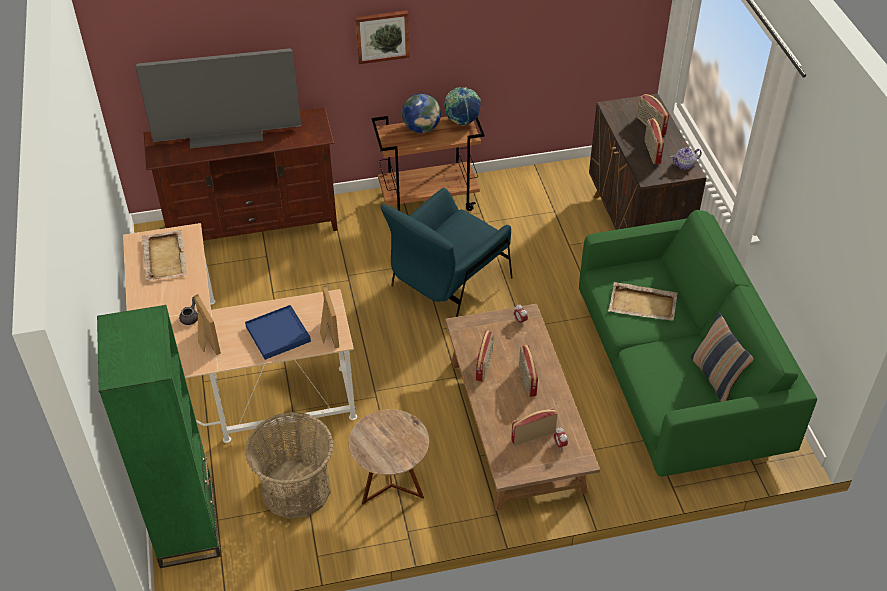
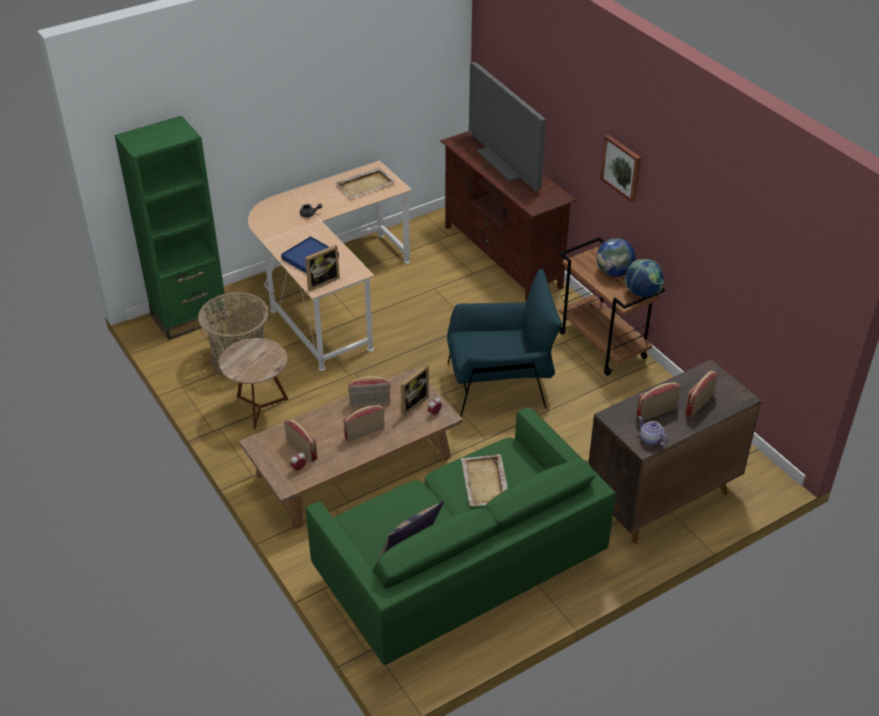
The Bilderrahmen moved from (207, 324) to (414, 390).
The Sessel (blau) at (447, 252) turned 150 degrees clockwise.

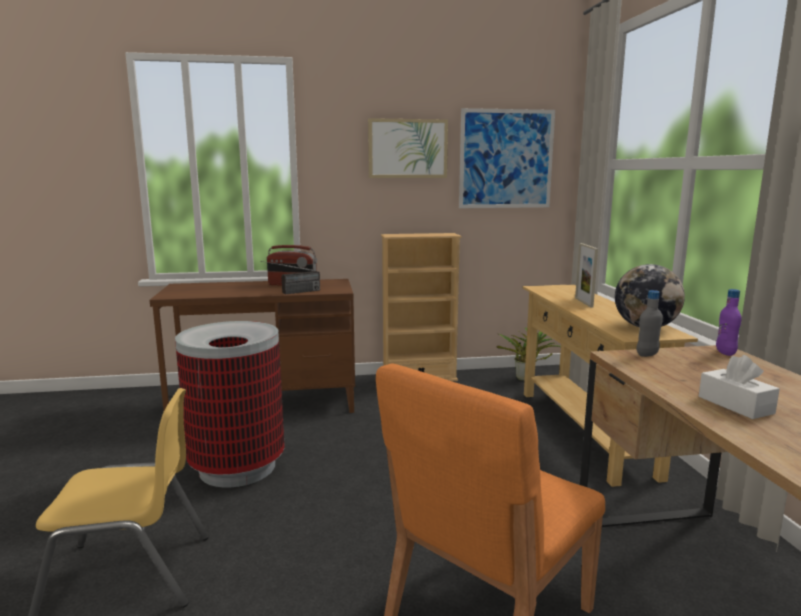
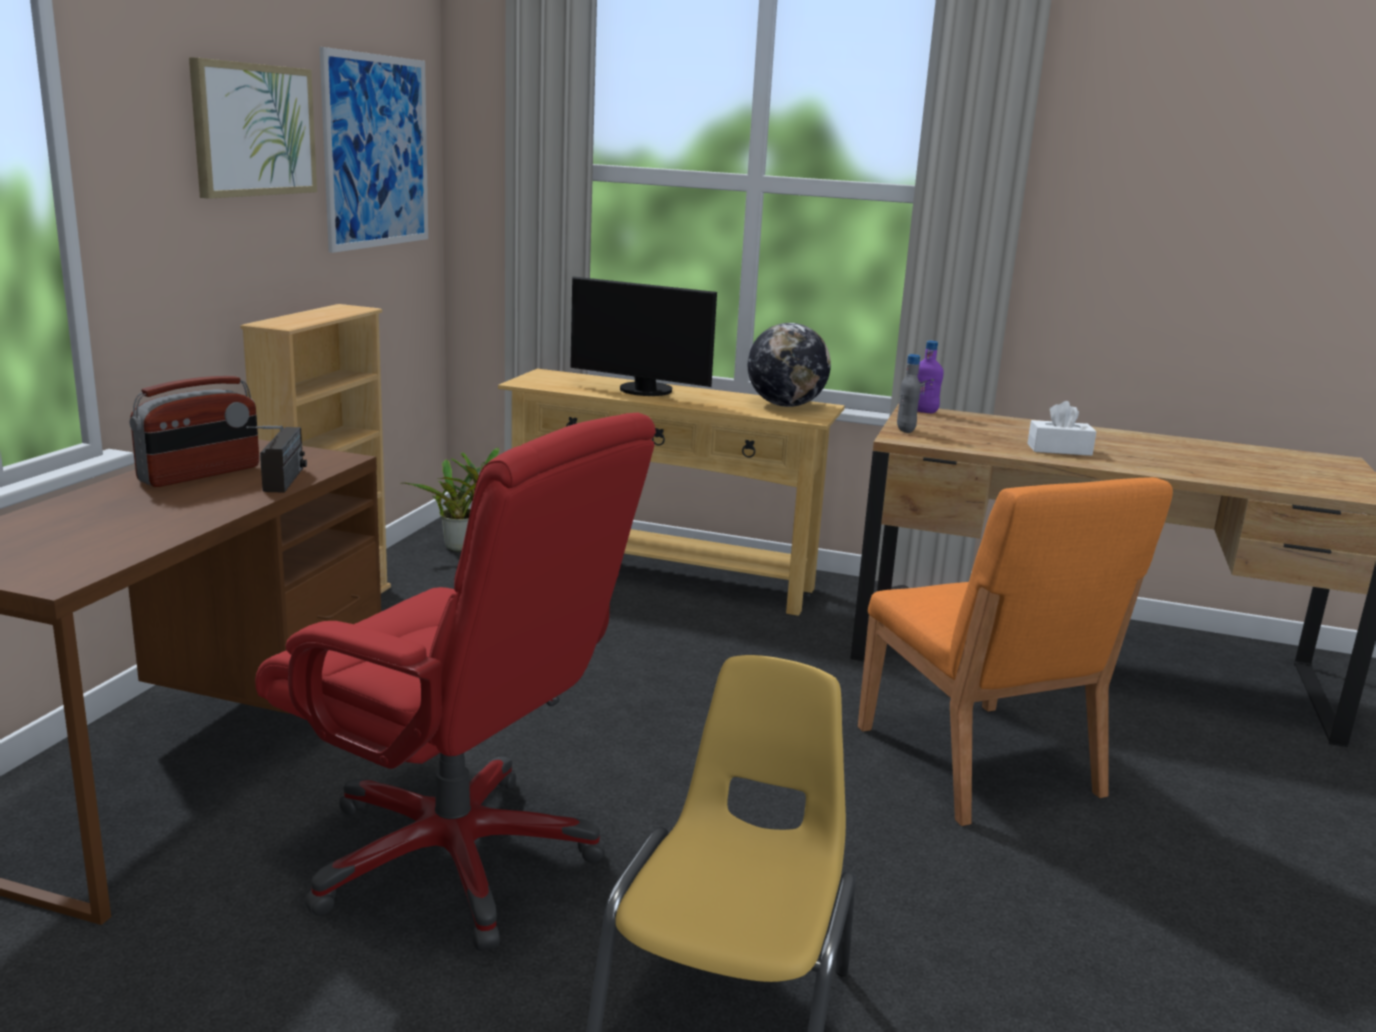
The Mülleimer at (229, 404) was replaced by the Bürostuhl (rot) at (455, 682).
The Bilderrahmen at (586, 275) was replaced by the Monitor at (643, 336).

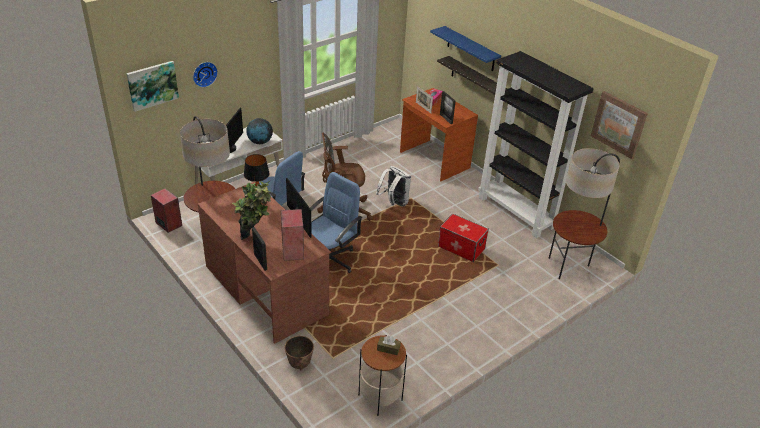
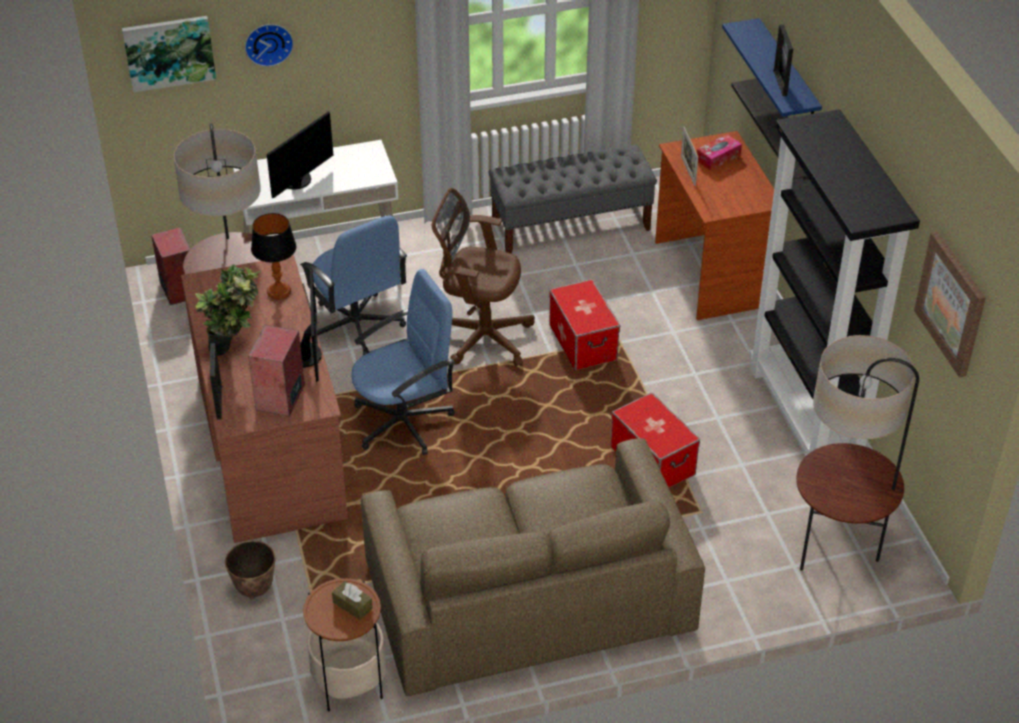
The Globus at (259, 131) disappeared.
The Sofa (braun) at (533, 567) appeared.
The Bank (grau) at (573, 199) appeared.
The Bilderrahmen moved from (448, 107) to (783, 60).
The Rucksack (weiß) at (393, 186) was replaced by the Aufbewahrungsbox at (584, 324).

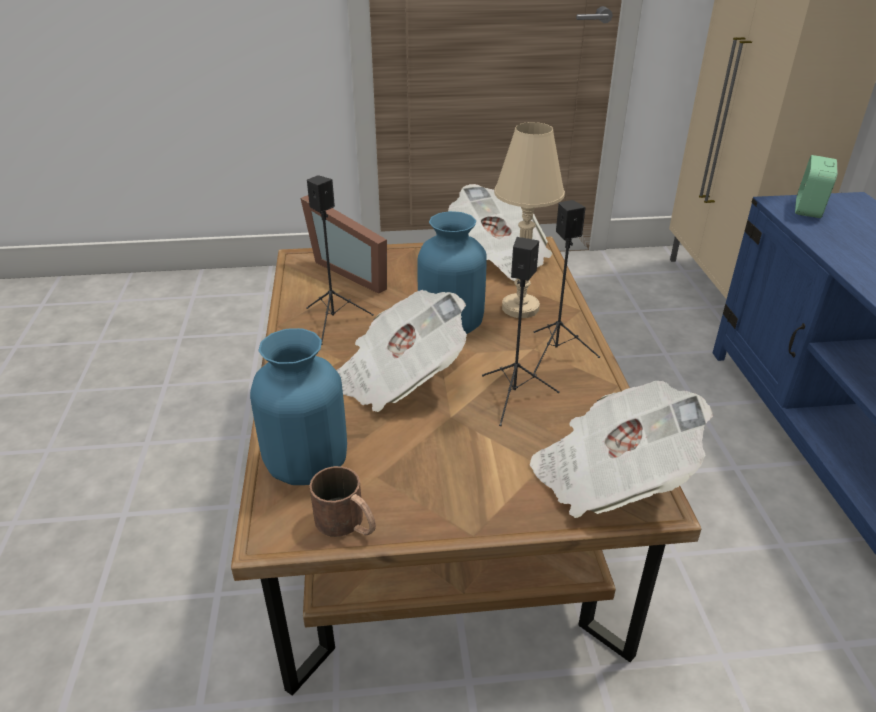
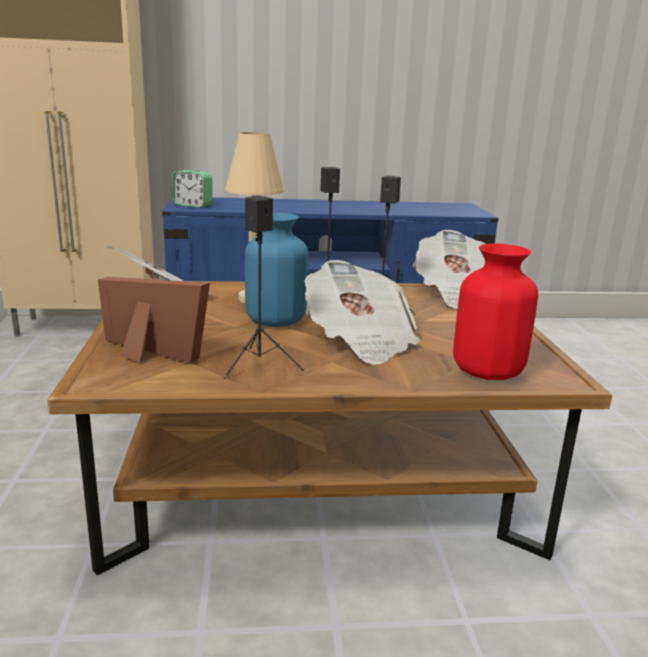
The Henkelbecher (braun) at (343, 501) disappeared.
The Vase (blau) at (298, 406) became the Vase (rot) at (495, 311).
The Bilderrahmen at (343, 244) turned 105 degrees counterclockwise.

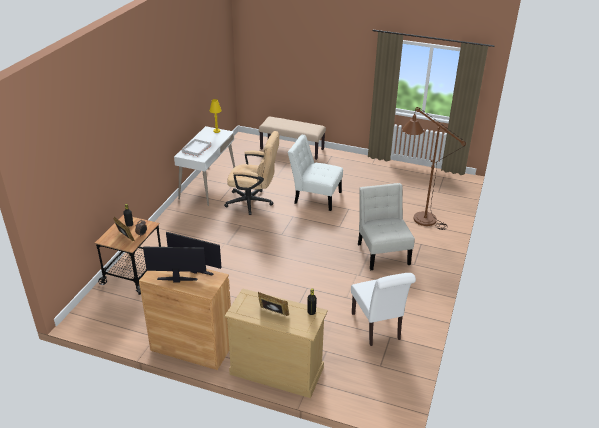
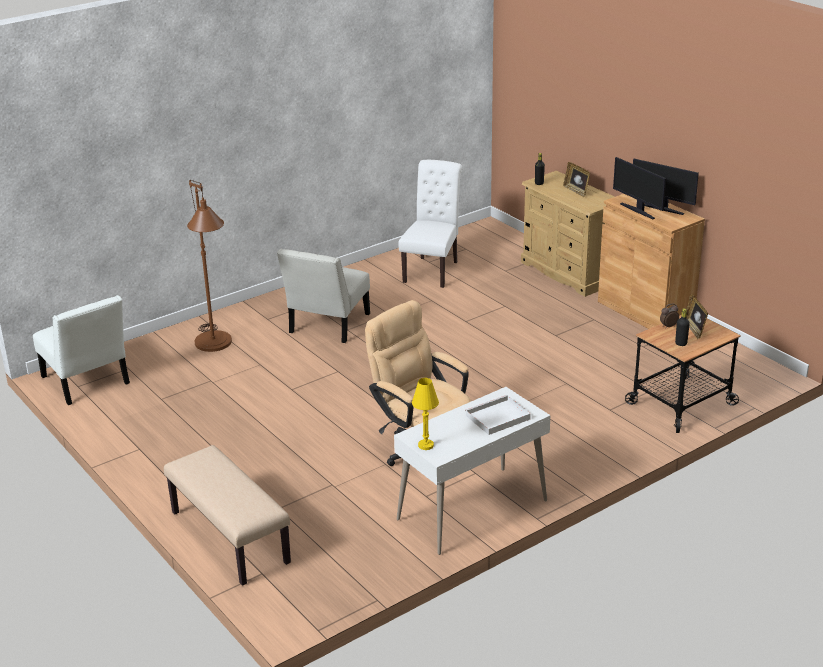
The Stuhl (weiß) moved from (315, 173) to (81, 350).

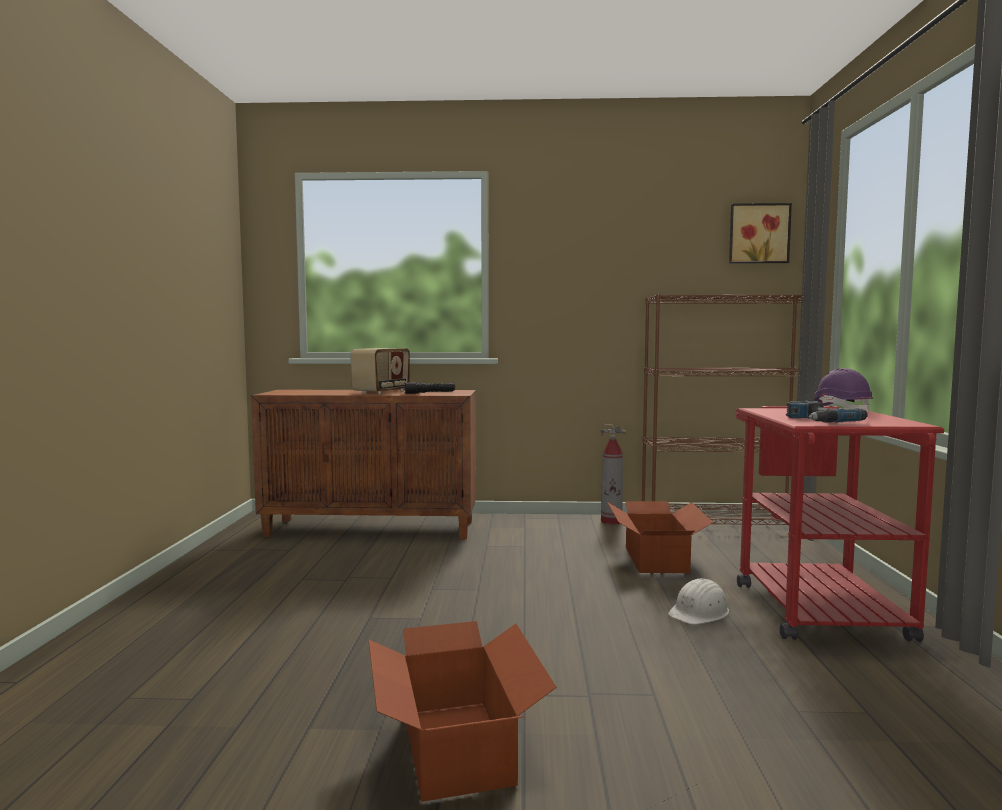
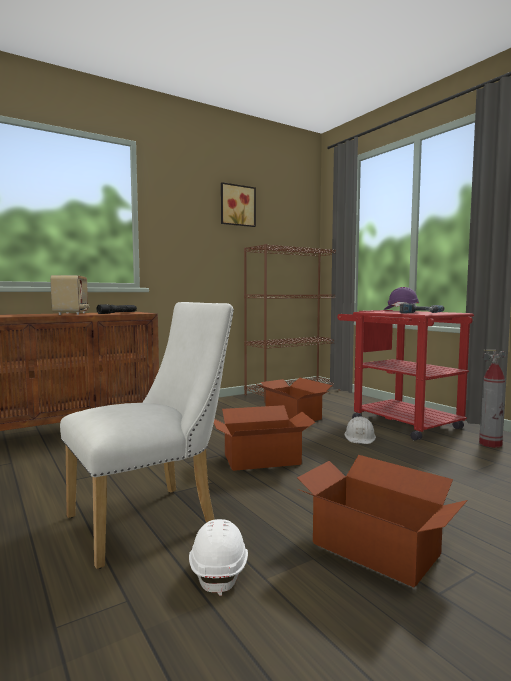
The Stuhl (weiß) at (147, 435) appeared.
The Schutzhelm (weiß) at (218, 557) appeared.
The Karton at (265, 438) appeared.
The Feuerlöscher moved from (613, 474) to (492, 399).
The Bild moved from (760, 233) to (238, 204).

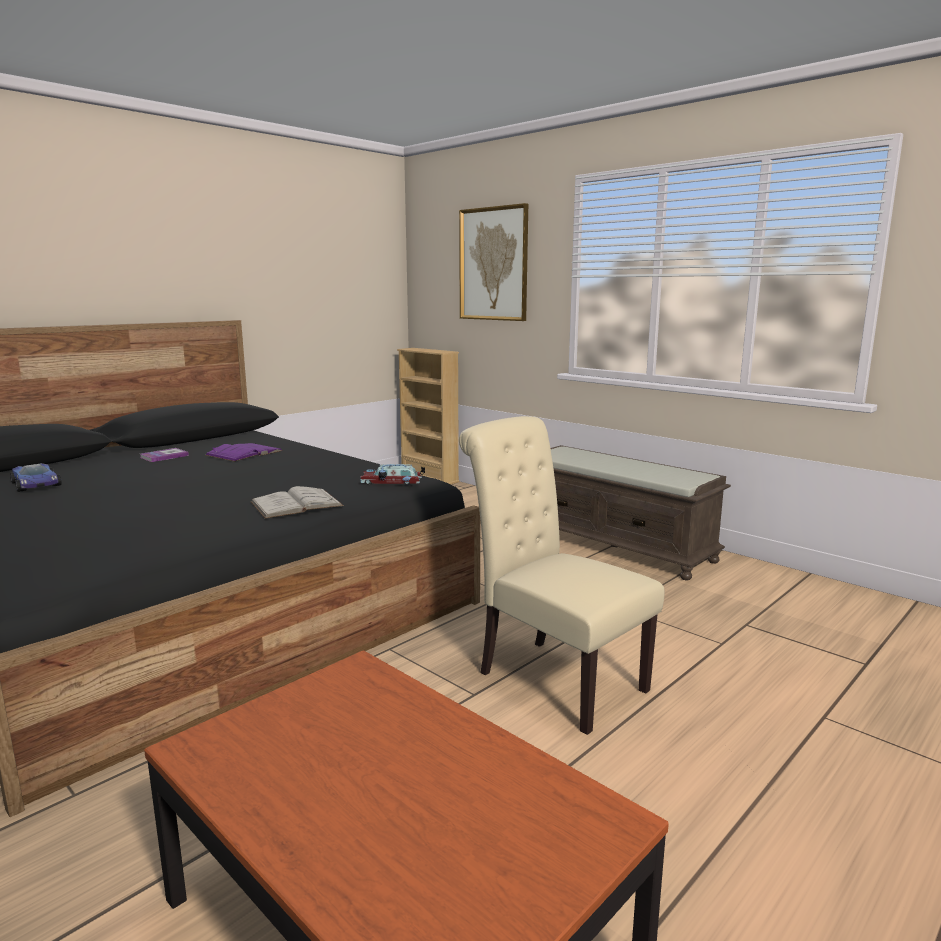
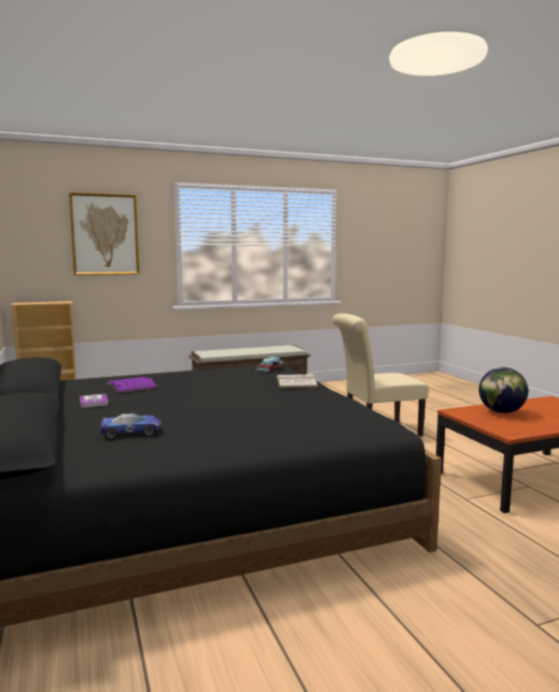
The Globus at (503, 390) appeared.

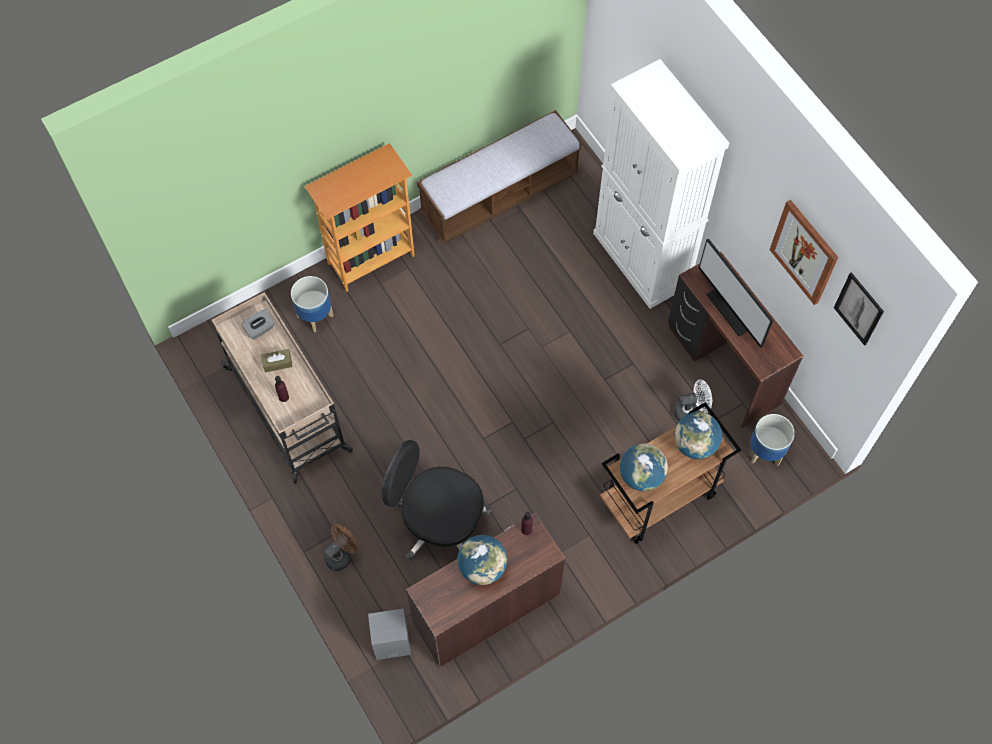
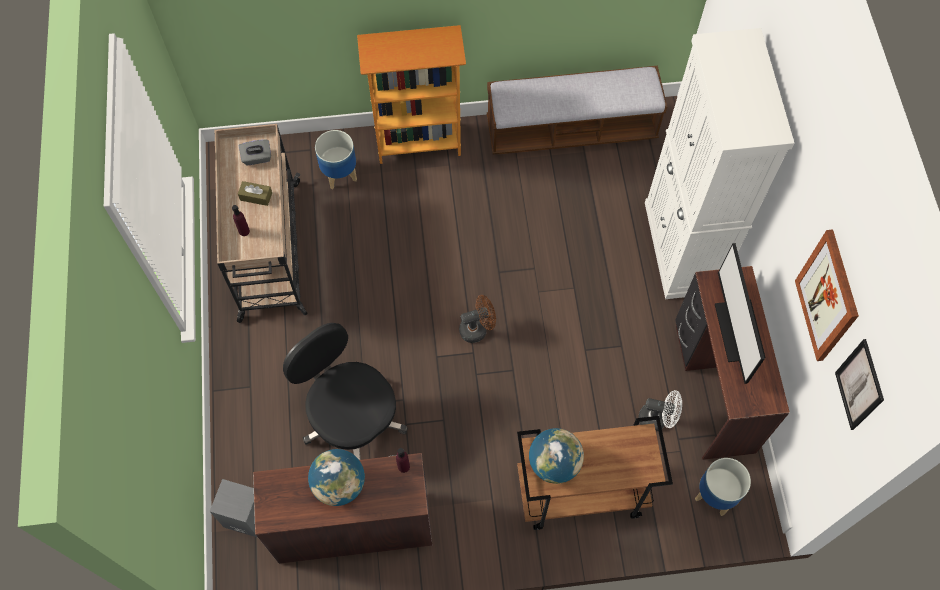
The Globus at (698, 435) disappeared.
The Ventilator (braun) moved from (340, 547) to (477, 319).

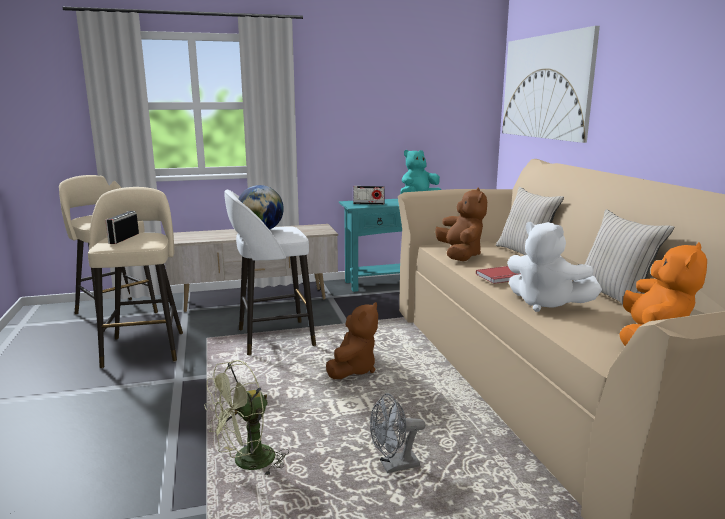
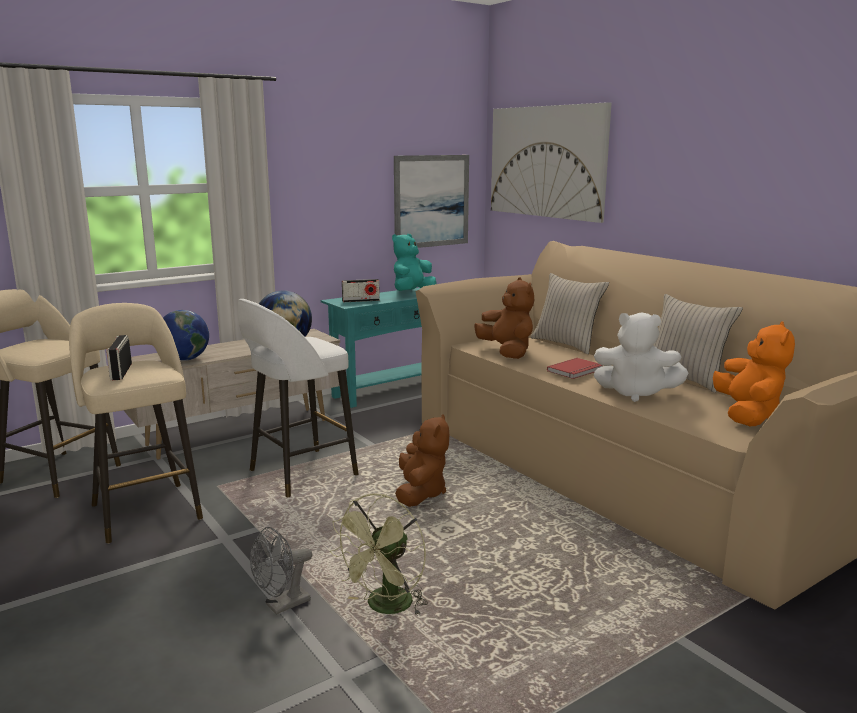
The Globus at (186, 335) appeared.
The Bild at (431, 201) appeared.
The Ventilator (grau) moved from (397, 433) to (281, 571).

